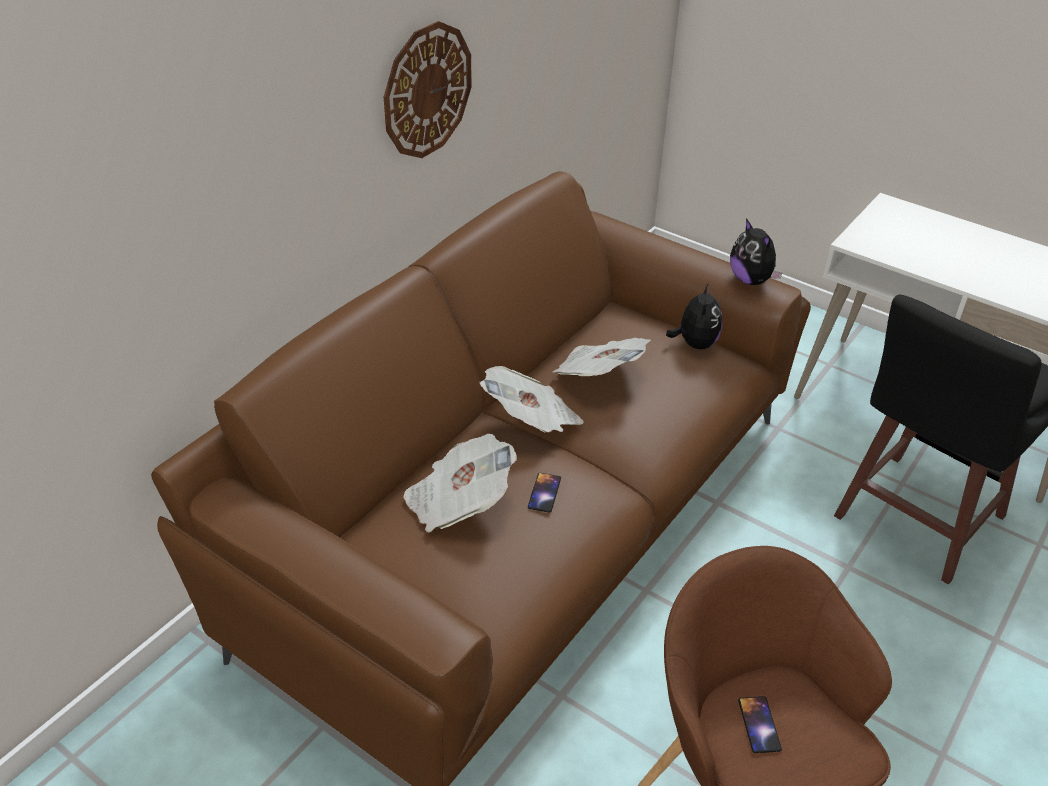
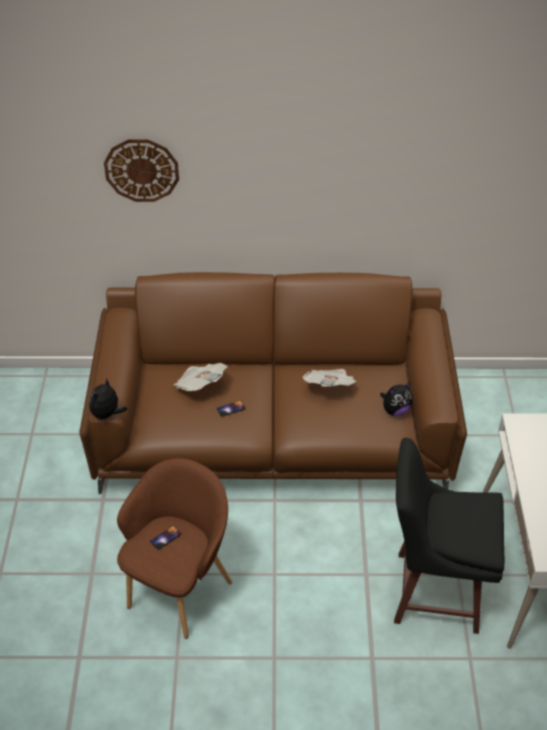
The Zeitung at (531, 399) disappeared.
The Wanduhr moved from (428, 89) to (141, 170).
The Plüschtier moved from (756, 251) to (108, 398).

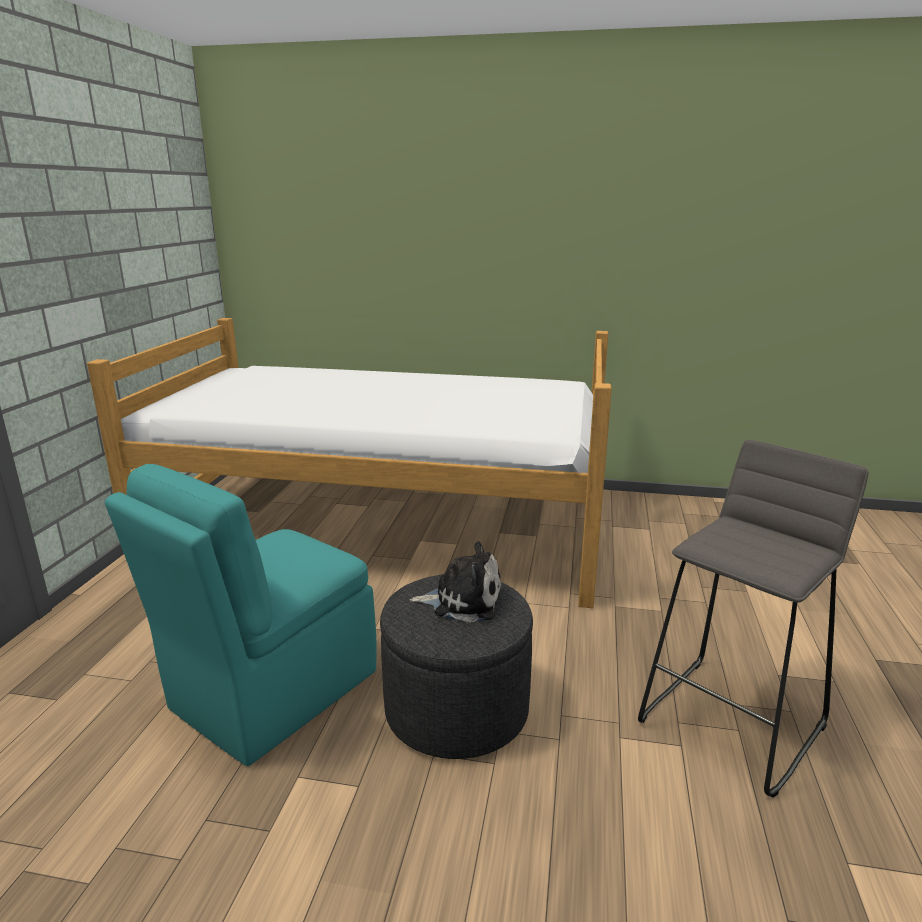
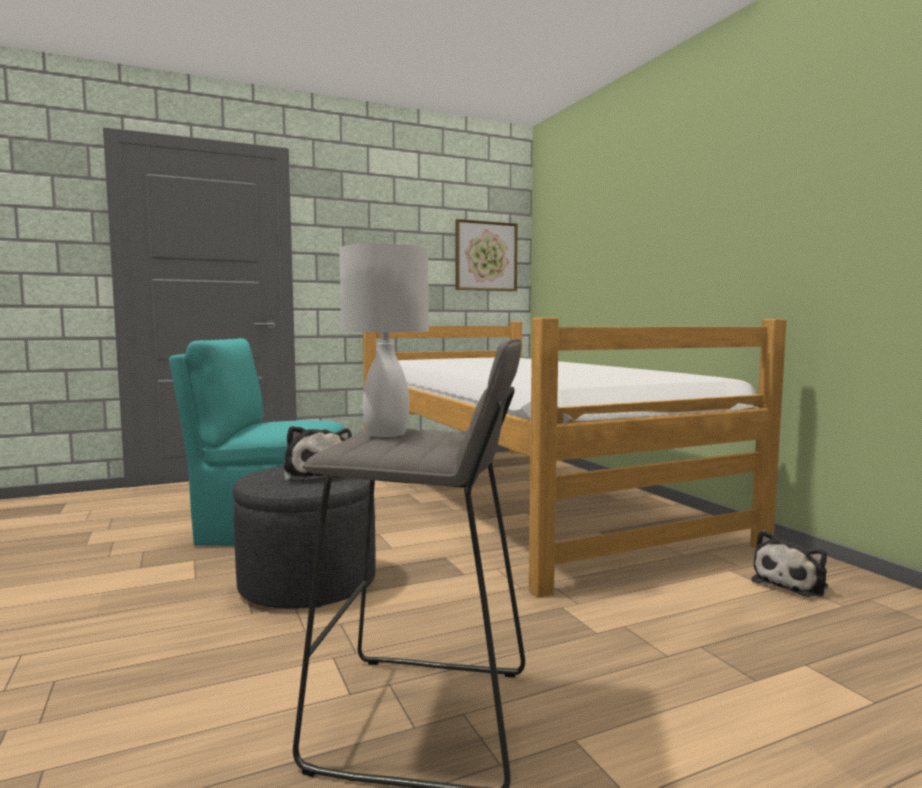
The Tischlampe (weiß) at (384, 340) appeared.
The Bild at (487, 255) appeared.
The Plüschtier at (789, 563) appeared.

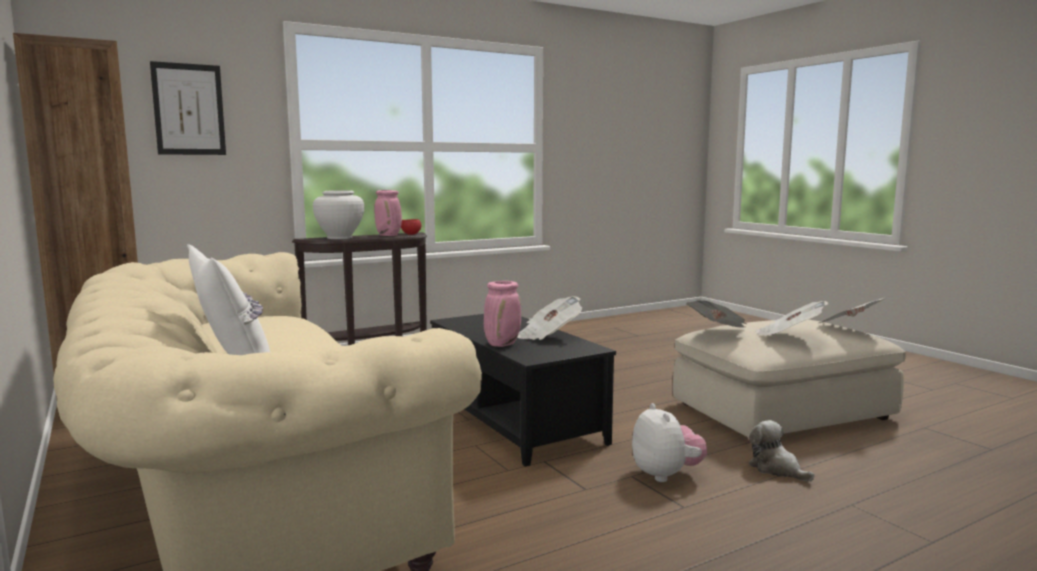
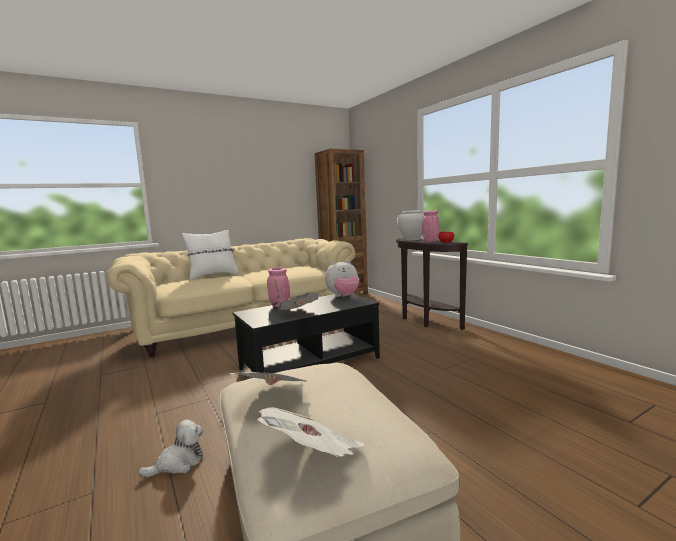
The Bild at (188, 108) disappeared.
The Zeitung at (716, 314) disappeared.
The Plüschtier moved from (669, 442) to (342, 278).

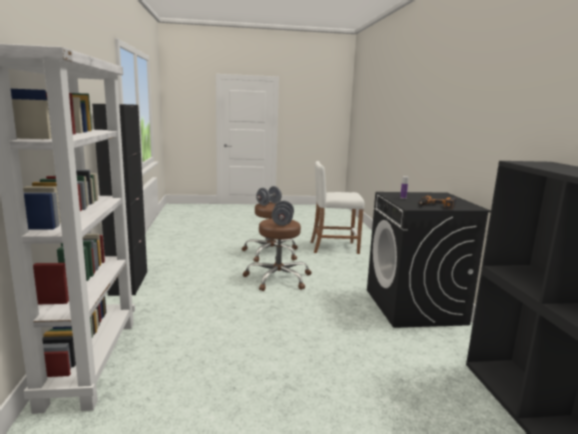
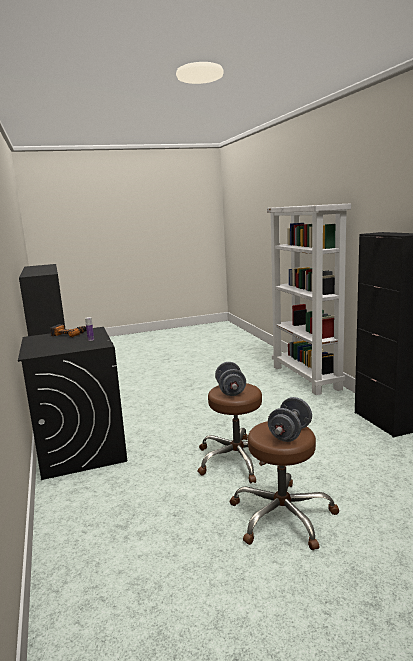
The Hocker (weiß) at (338, 207) disappeared.

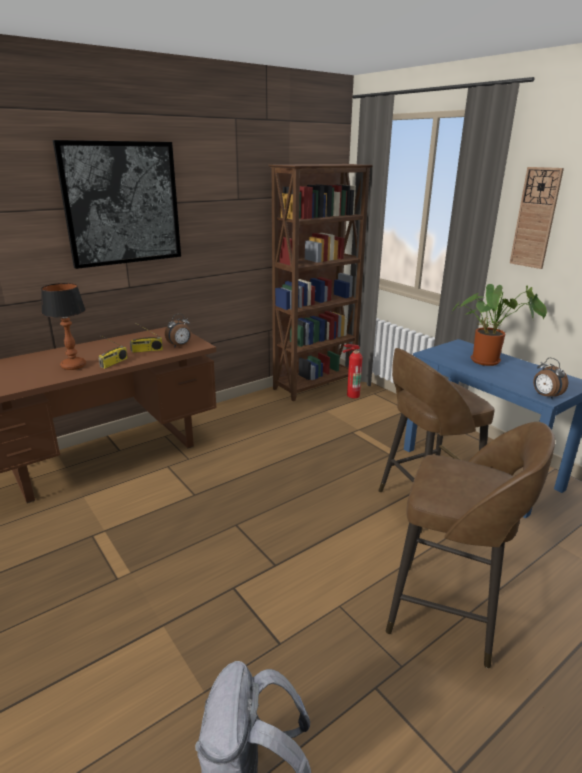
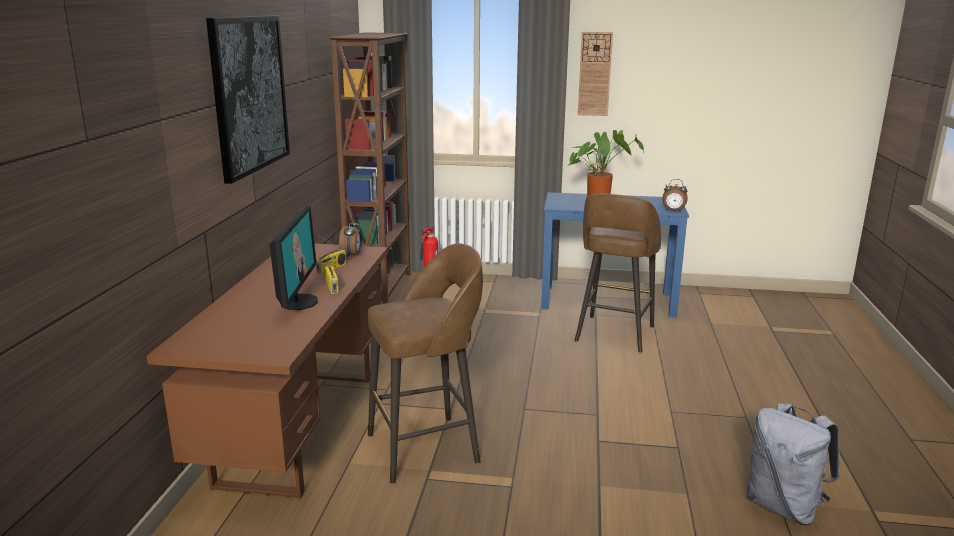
The Hocker (braun) moved from (470, 545) to (425, 363).
The Tischlampe at (63, 326) was replaced by the Monitor at (293, 258).

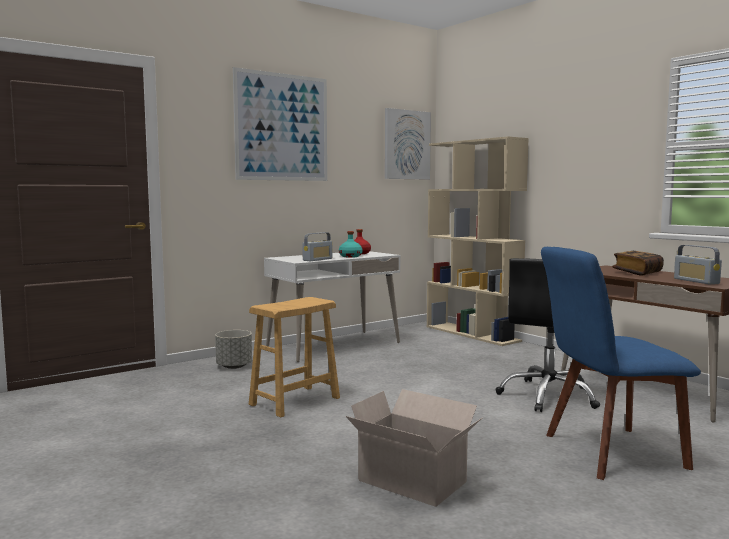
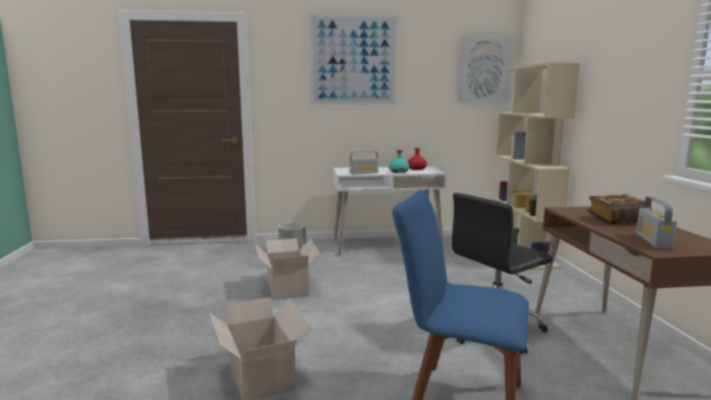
The Hocker (braun) at (294, 357) was replaced by the Karton at (288, 269).

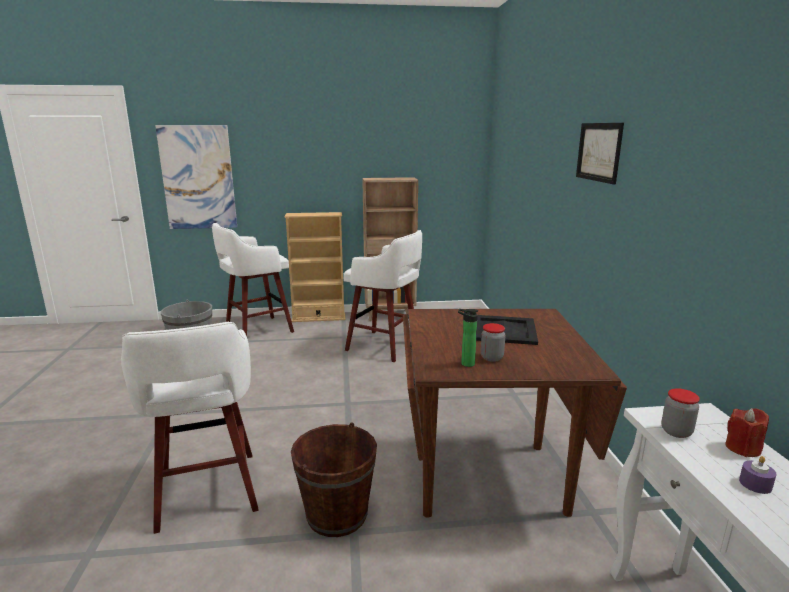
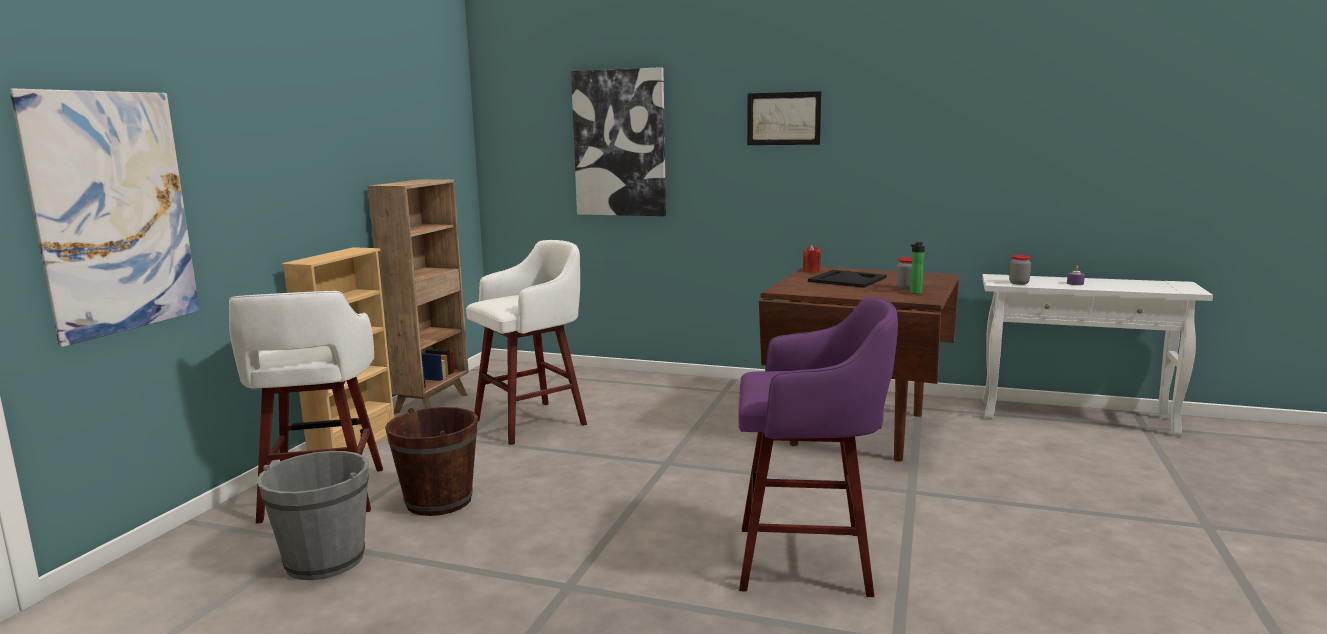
The Bild at (618, 141) appeared.
The Eimer (braun) moved from (334, 479) to (431, 461).
The Kerze (rot) moved from (747, 432) to (812, 258).
The Hocker (weiß) at (189, 428) became the Hocker (lila) at (818, 447).

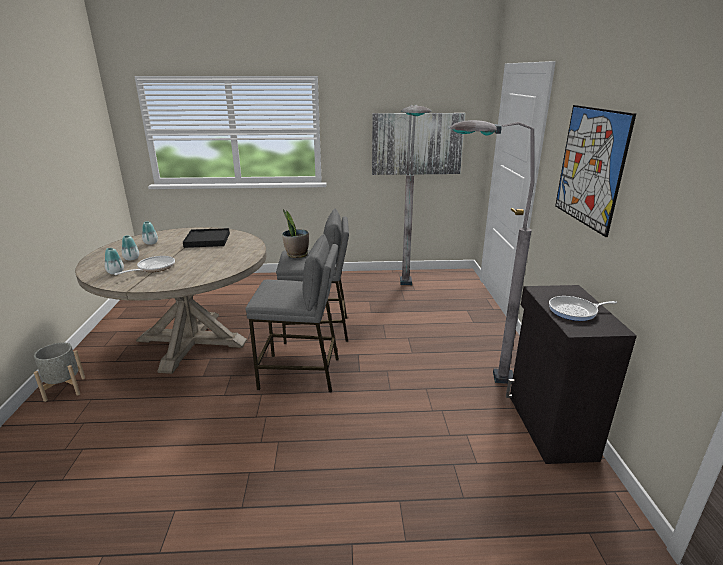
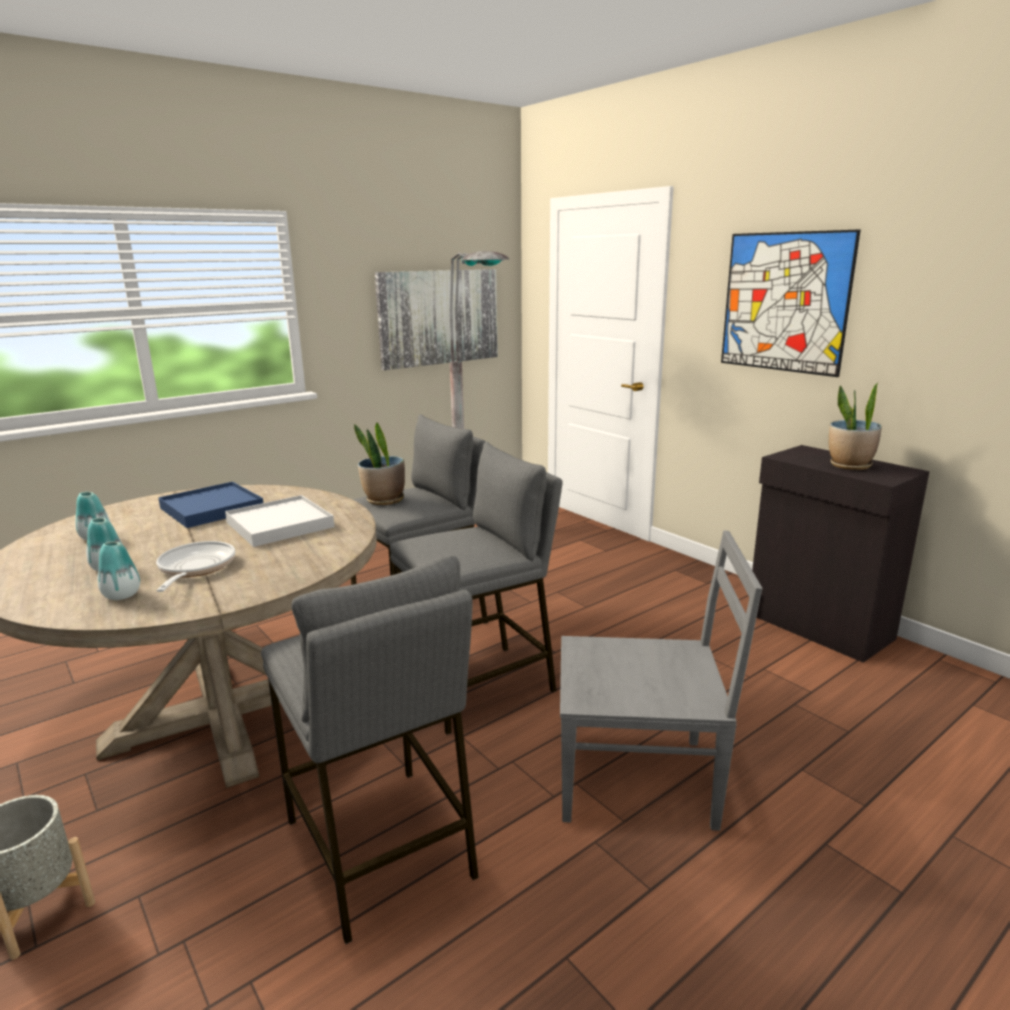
The Stehlampe (grau) at (492, 252) disappeared.
The Tablett (weiß) at (279, 521) appeared.
The Hocker (grau) at (370, 750) appeared.
The Stuhl (grau) at (661, 681) appeared.
The Pfanne at (583, 308) was replaced by the Topfpflanze at (855, 426).
The Tablett (schwarz) at (206, 238) became the Tablett (blau) at (210, 505).

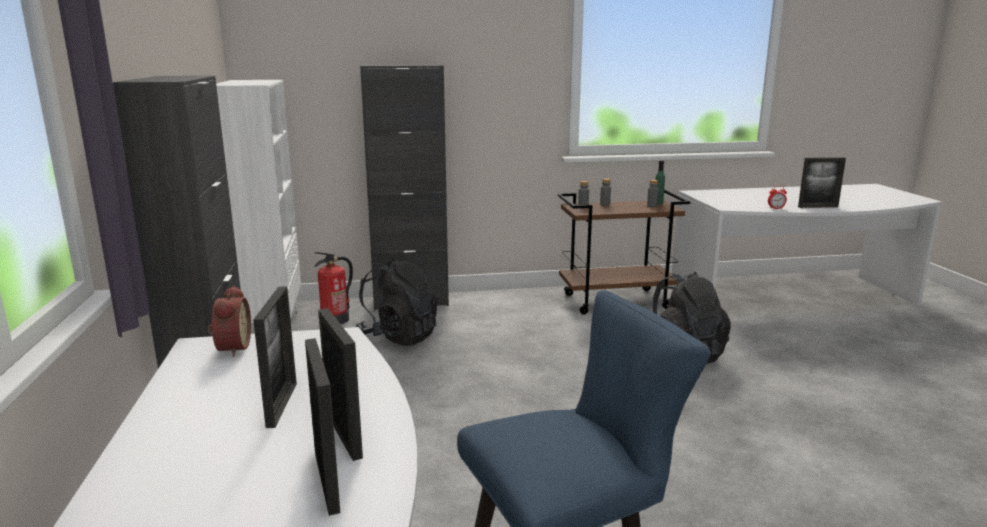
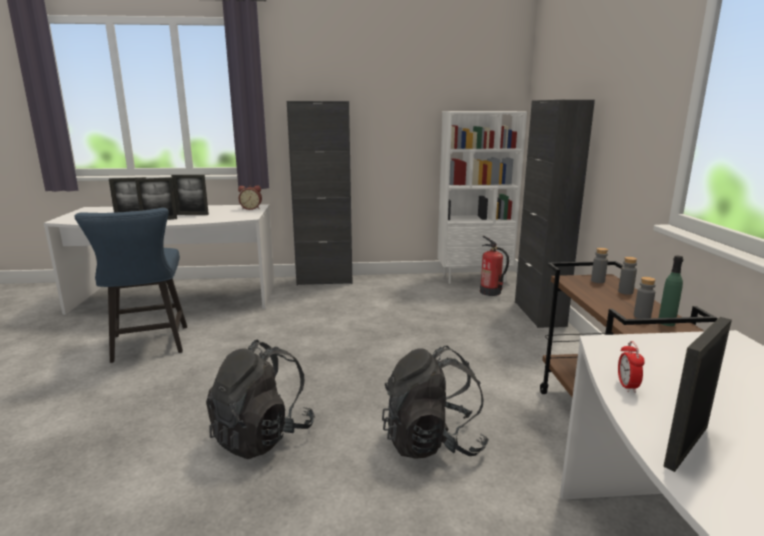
The Rucksack (schwarz) moved from (396, 302) to (260, 399).
The Bilderrahmen at (822, 182) turned 45 degrees clockwise.

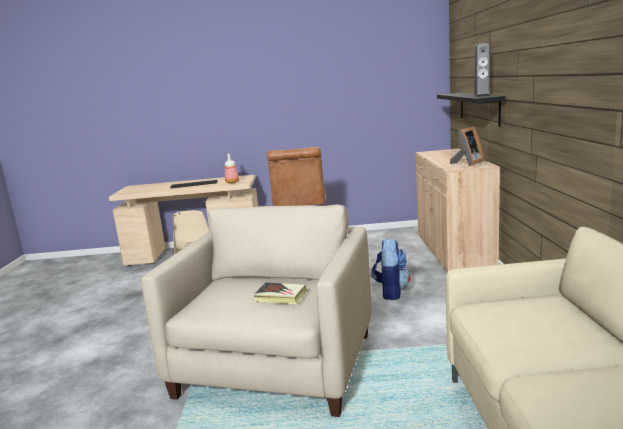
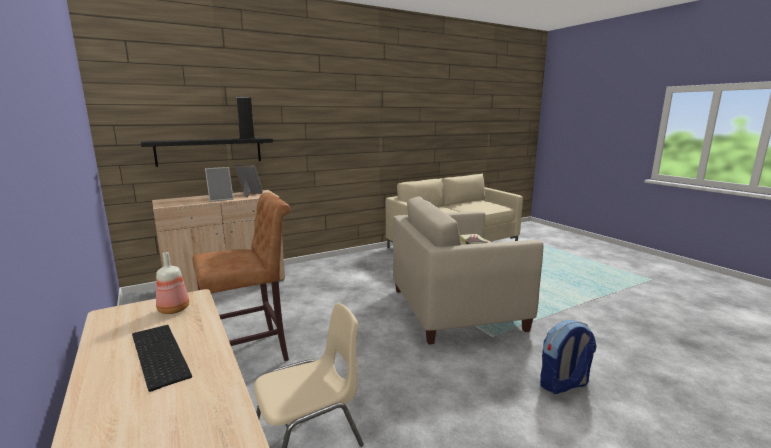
The Bilderrahmen at (219, 184) appeared.
The Rucksack moved from (391, 269) to (568, 357).

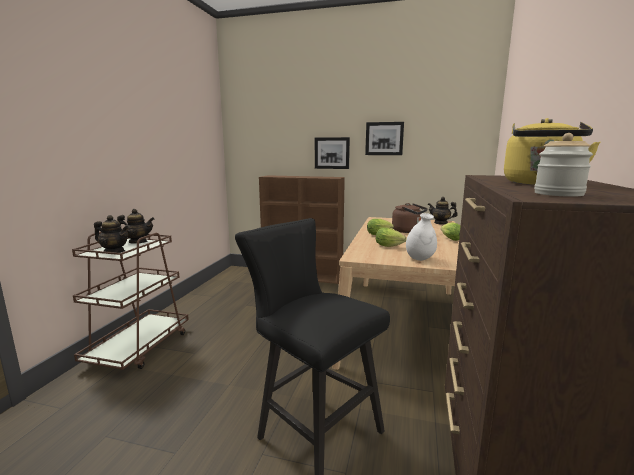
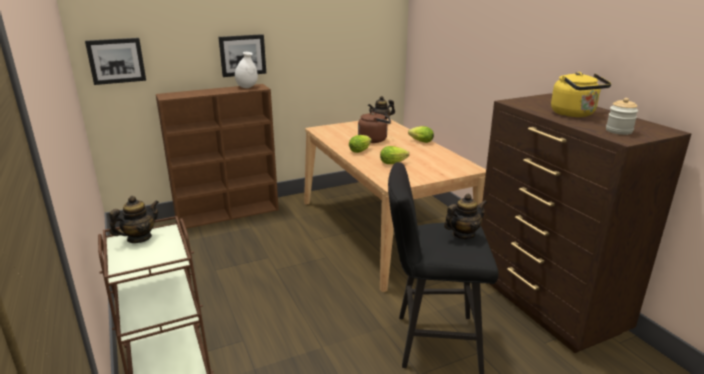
The Teekanne moved from (111, 234) to (465, 216).
The Bild moved from (384, 138) to (115, 61).
The Vase (weiß) moved from (421, 237) to (246, 70).

